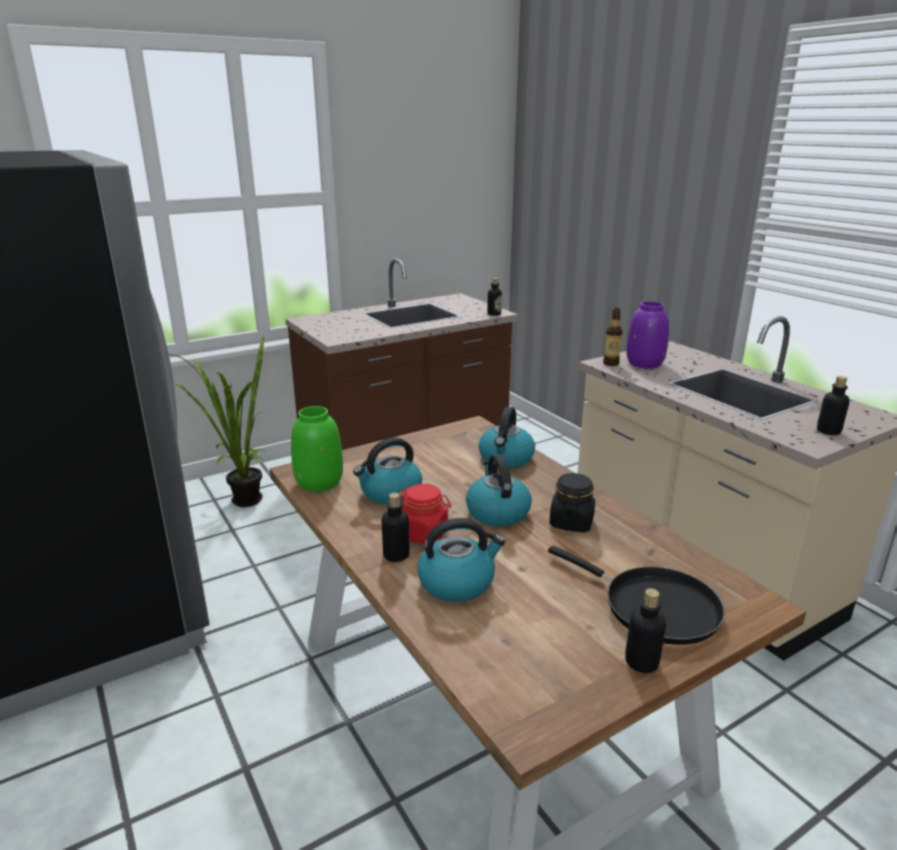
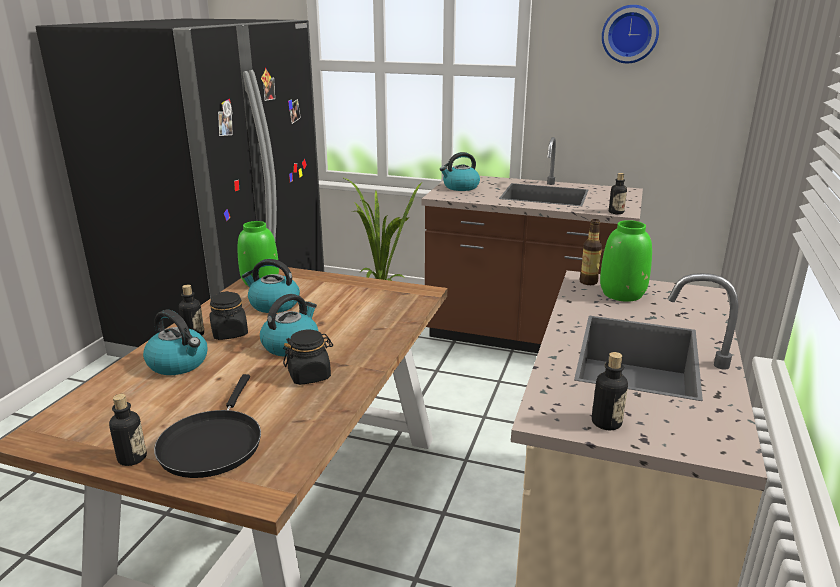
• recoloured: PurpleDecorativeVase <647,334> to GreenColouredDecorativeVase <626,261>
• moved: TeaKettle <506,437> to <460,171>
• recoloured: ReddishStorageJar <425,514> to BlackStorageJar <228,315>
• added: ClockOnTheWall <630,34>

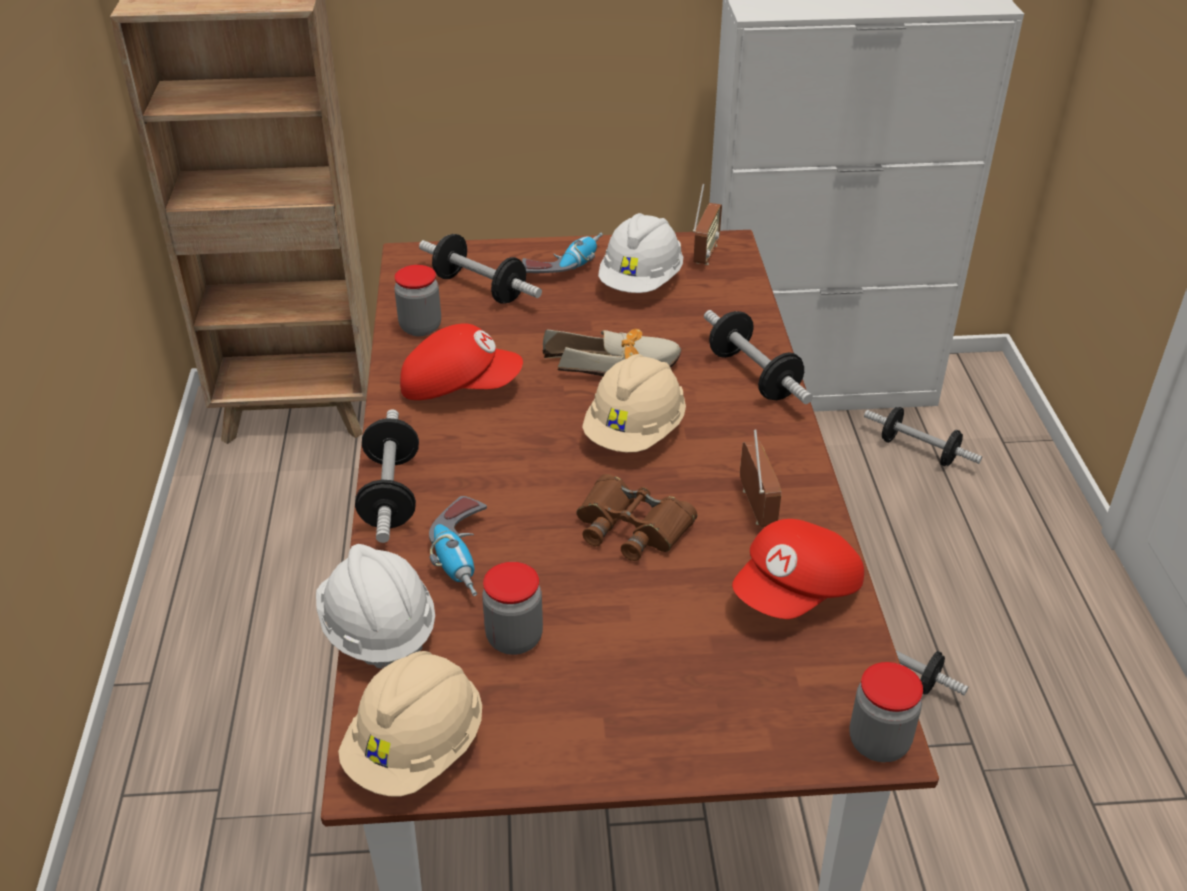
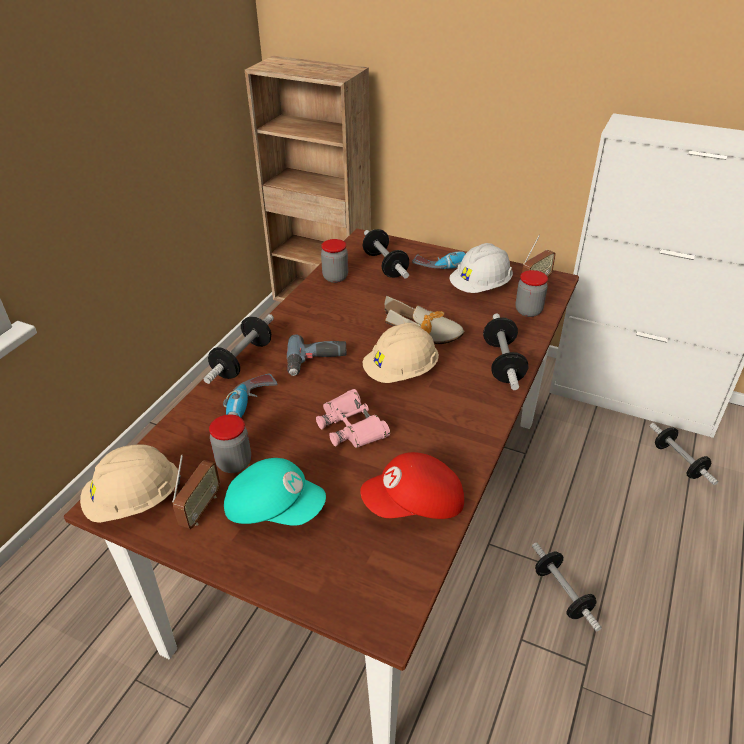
• removed: ReddishBaseballCap <461,361>
• moved: RadioSet <760,478> to <196,492>
• recoloured: BrownColouredPairOfBinoculars <636,517> to PinkishPairOfBinoculars <353,418>
• removed: WhitishSafetyHelmet <375,606>
• moved: StorageJar <886,712> to <532,293>
• added: PowerDrill <316,355>
• added: TurquoiseBaseballCap <275,492>

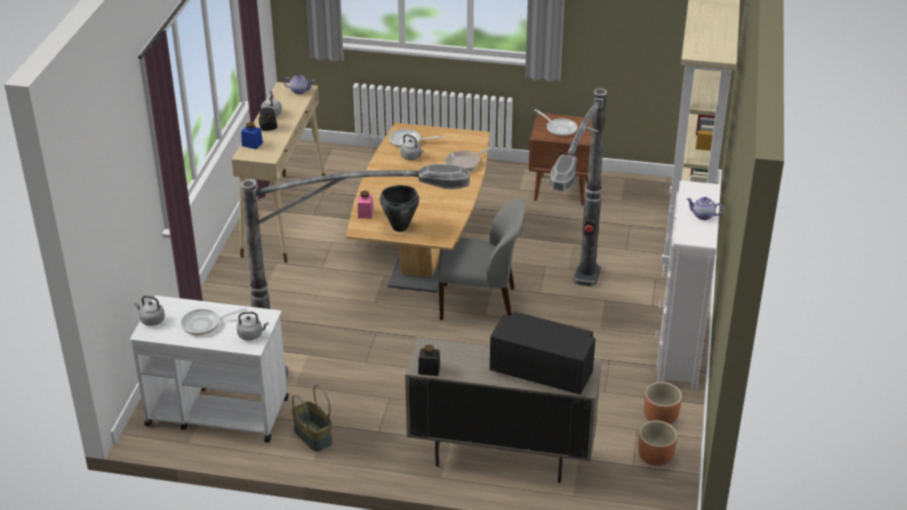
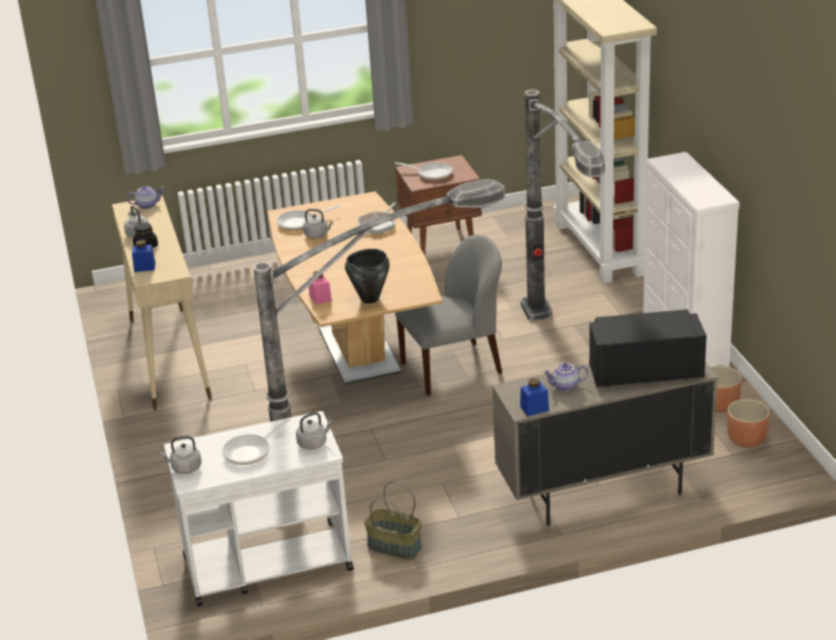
• moved: Teapot <705,208> to <565,377>
• recoloured: BlackStorageJar <429,360> to BlueColouredStorageJar <534,397>

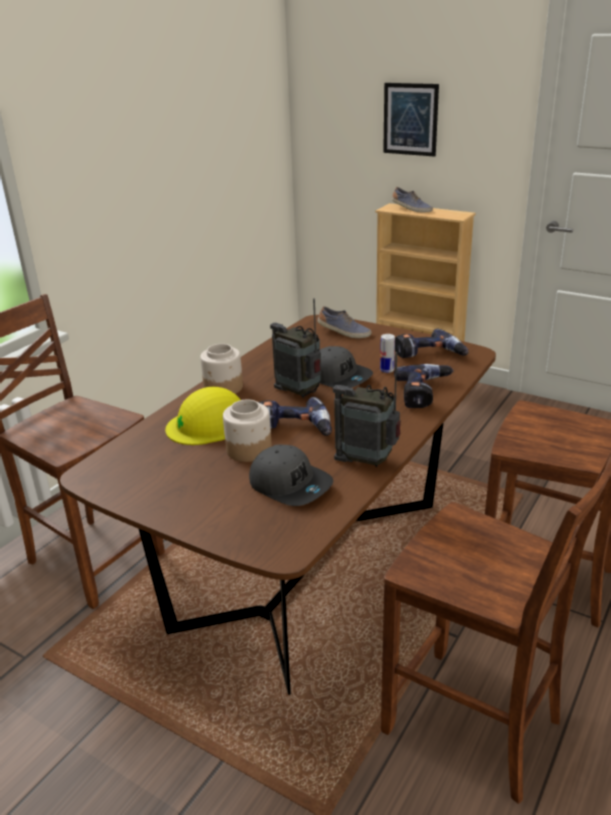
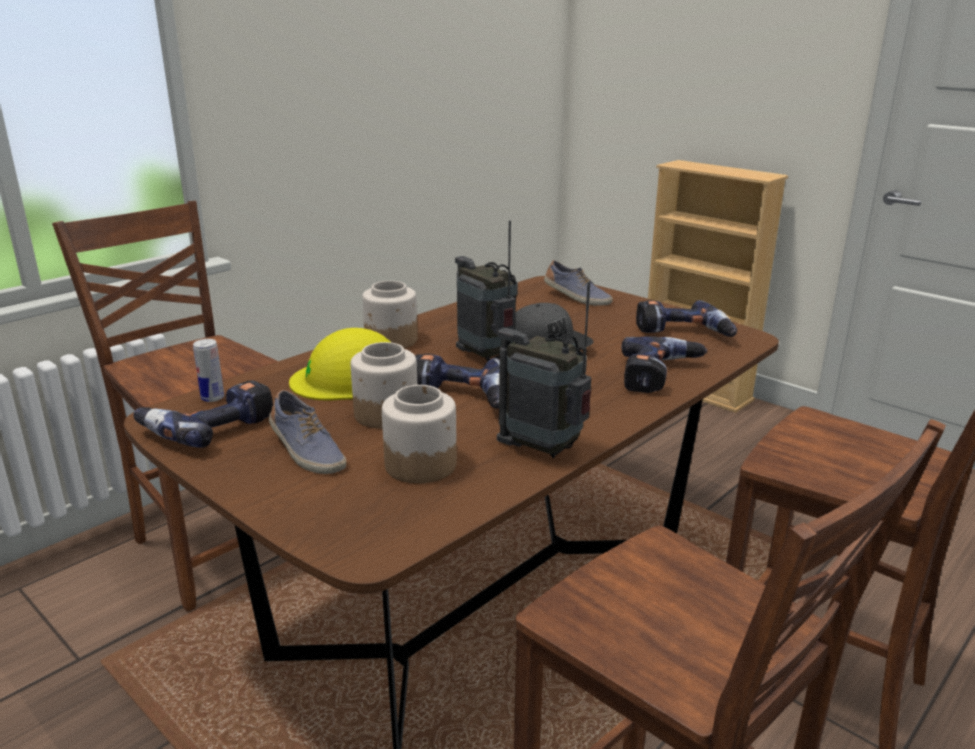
• removed: WallArt <411,120>
• moved: Shoe <412,200> to <307,432>
• moved: Can <387,353> to <208,370>
• replaced: GrayBaseballCap <291,475> to StorageJar <419,434>
• added: PowerDrill <203,414>

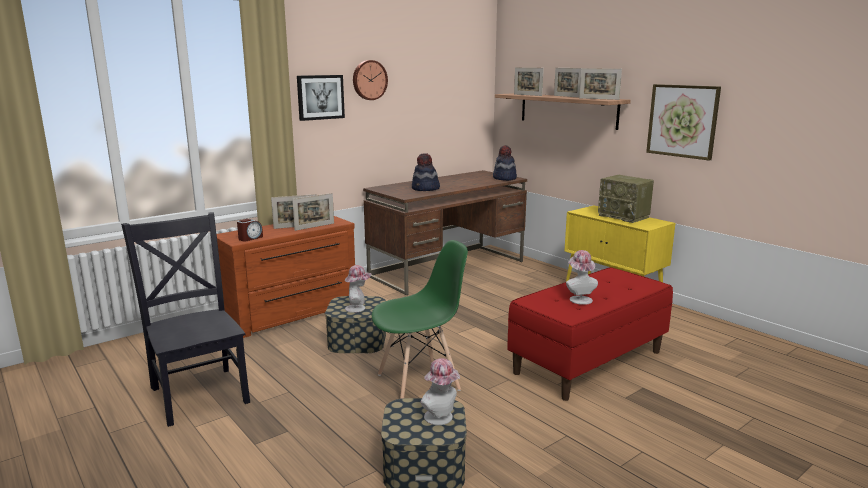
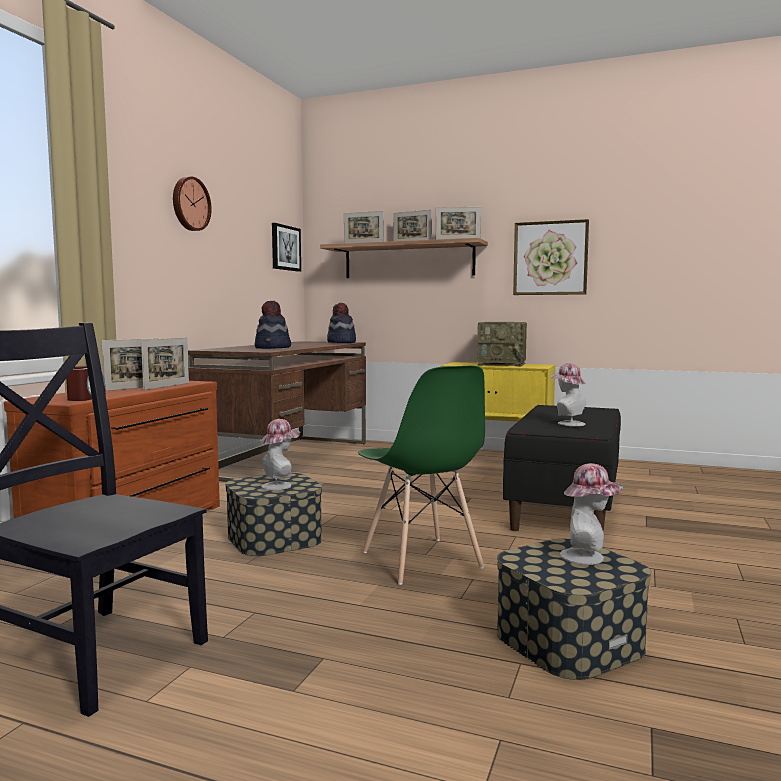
• moved: WallArt <321,98> to <286,247>
• turned: GreenColouredPlainChair <420,319> = <421,475> 120 degrees clockwise
• recoloured: ReddishLongSeat <590,334> to BlackLongSeat <562,468>

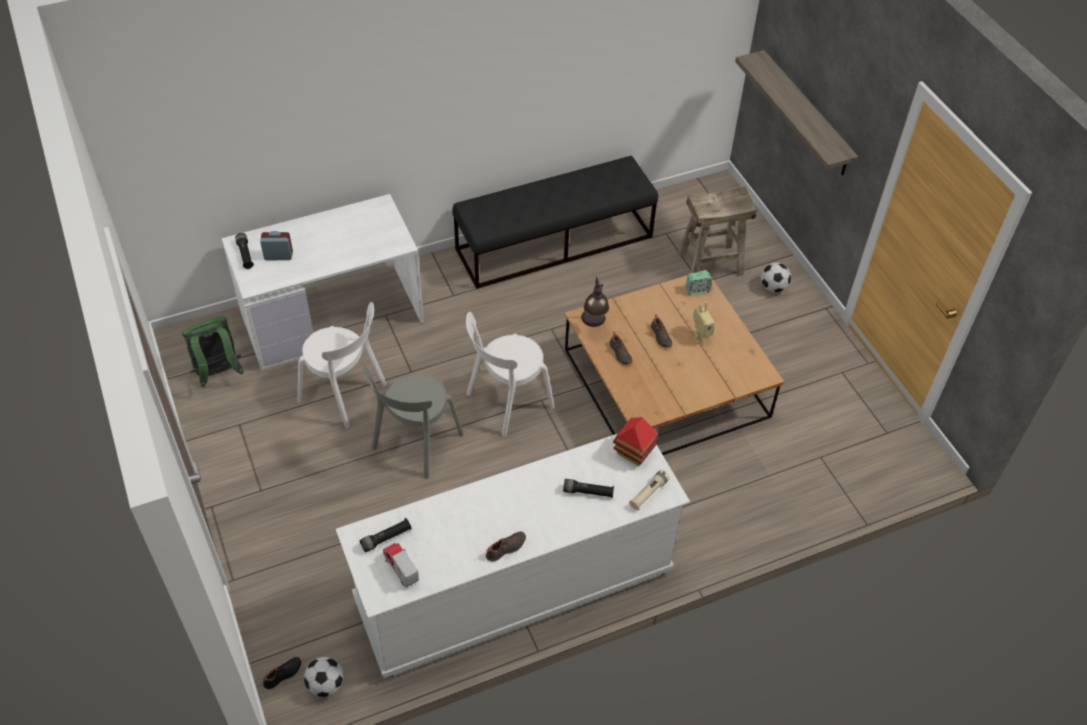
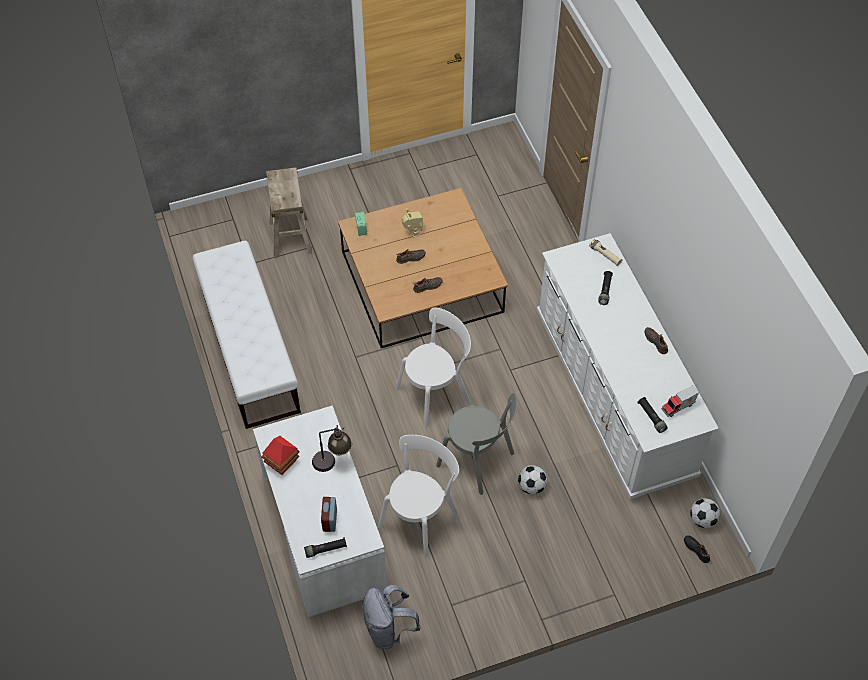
• removed: WallShelf <796,112>
• recoloured: BlackLongSeat <555,222> to WhitishLongSeat <246,334>
• moved: BallForFootball <776,277> to <532,480>
• moved: TableLamp <595,302> to <332,448>
• turned: WhitishPlainChair <510,374> = <433,367> 90 degrees counterclockwise
• recoloured: GreenColouredKnapsack <213,351> to GrayKnapsack <392,617>
• moved: ToyHouse <636,441> to <280,455>

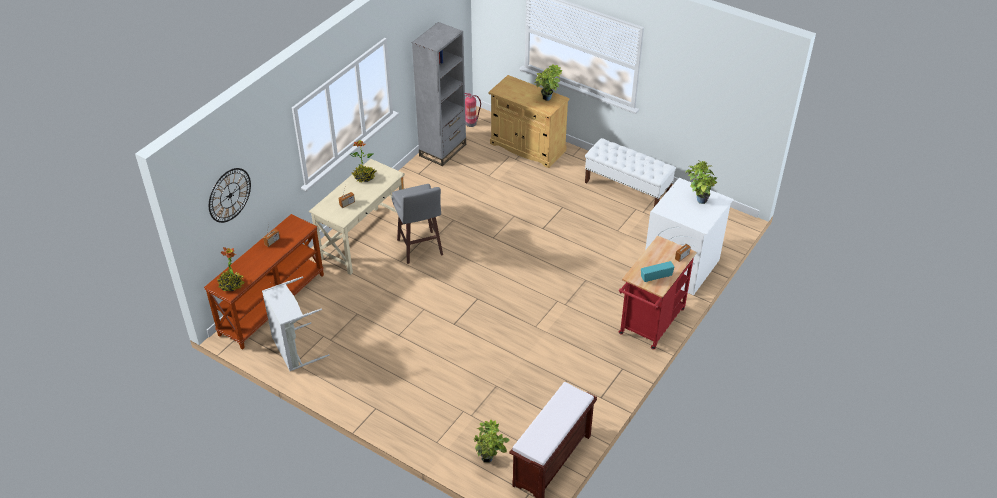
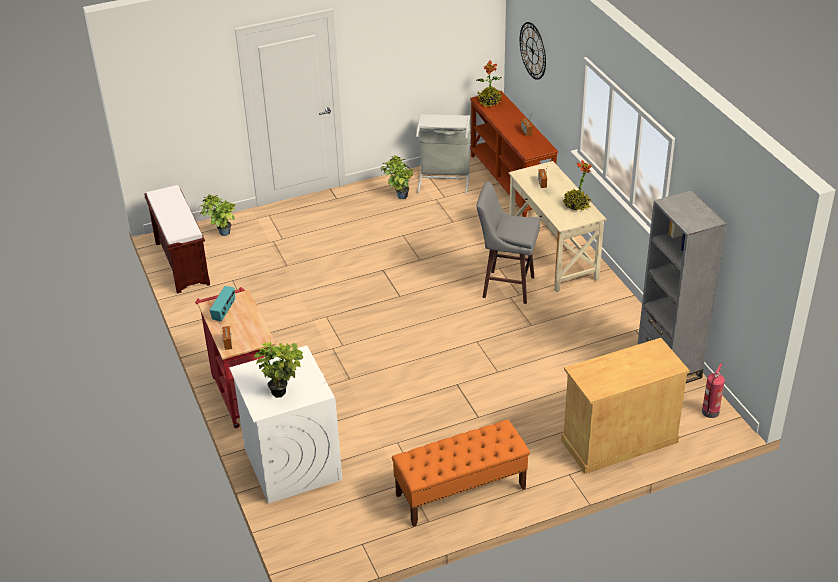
• moved: PlantInAPot <548,82> to <396,177>
• recoloured: WhitishLongSeat <630,172> to OrangeyLongSeat <461,473>

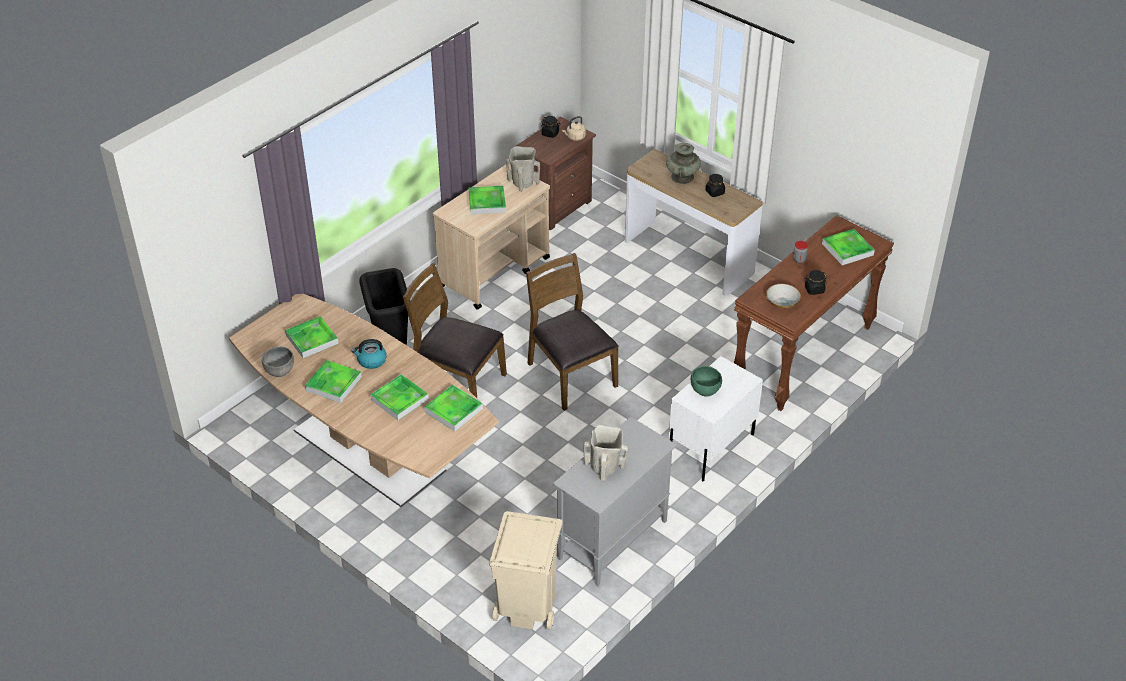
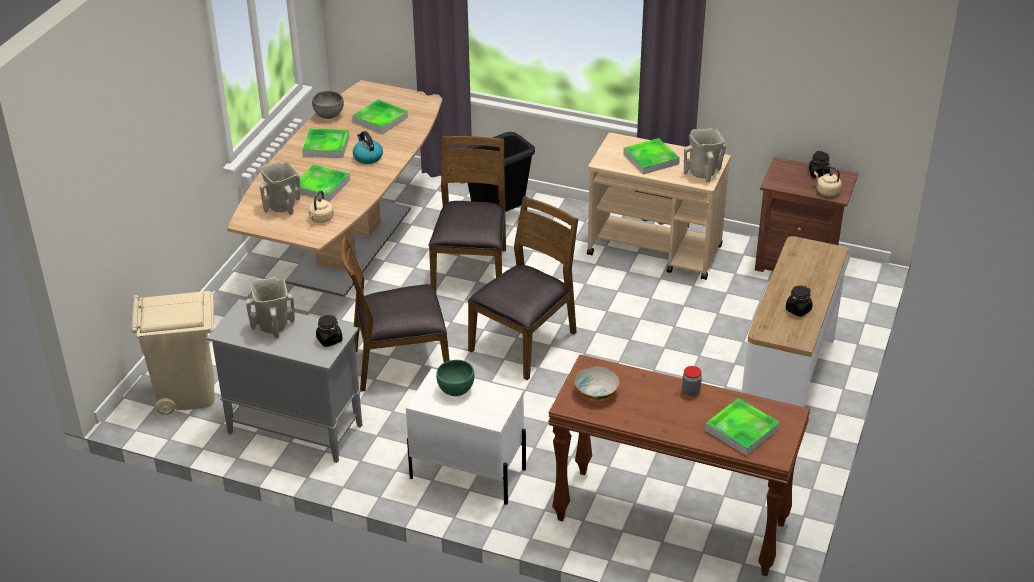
• removed: TurquoiseDecorativeVase <683,163>
• moved: BlackStorageJar <816,282> to <329,331>
• replaced: Tray <453,408> to BeigeTeaKettle <321,206>
• added: BeigeDecorativeVase <280,188>
• added: BrownColouredPlainChair <395,313>

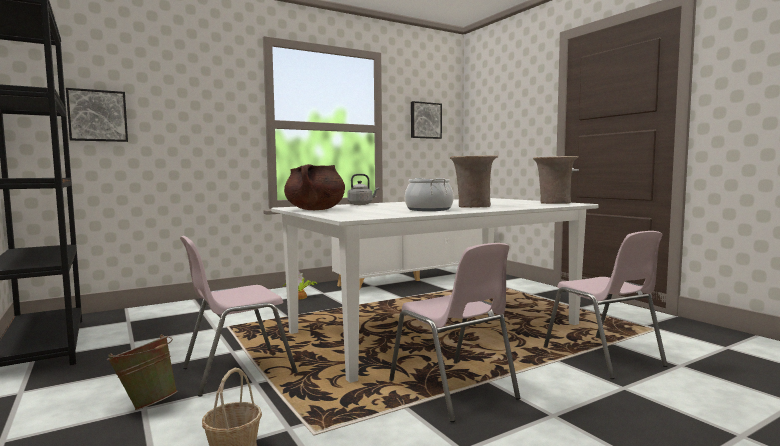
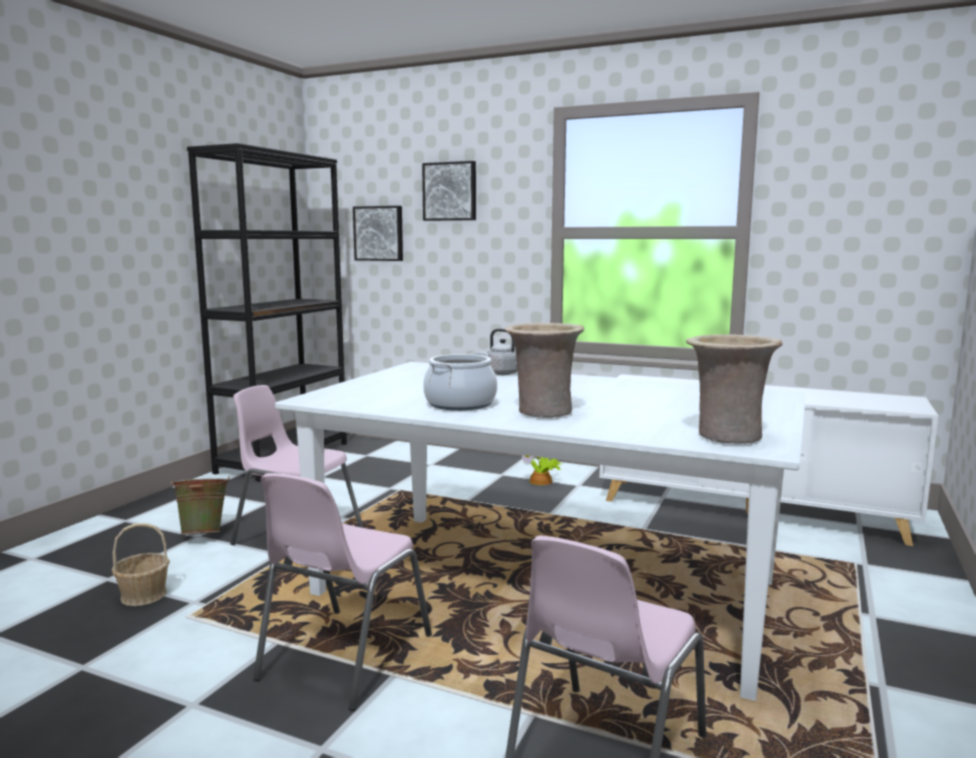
• moved: WallArt <426,120> to <449,191>
• removed: BrownColouredCookingPot <314,187>

